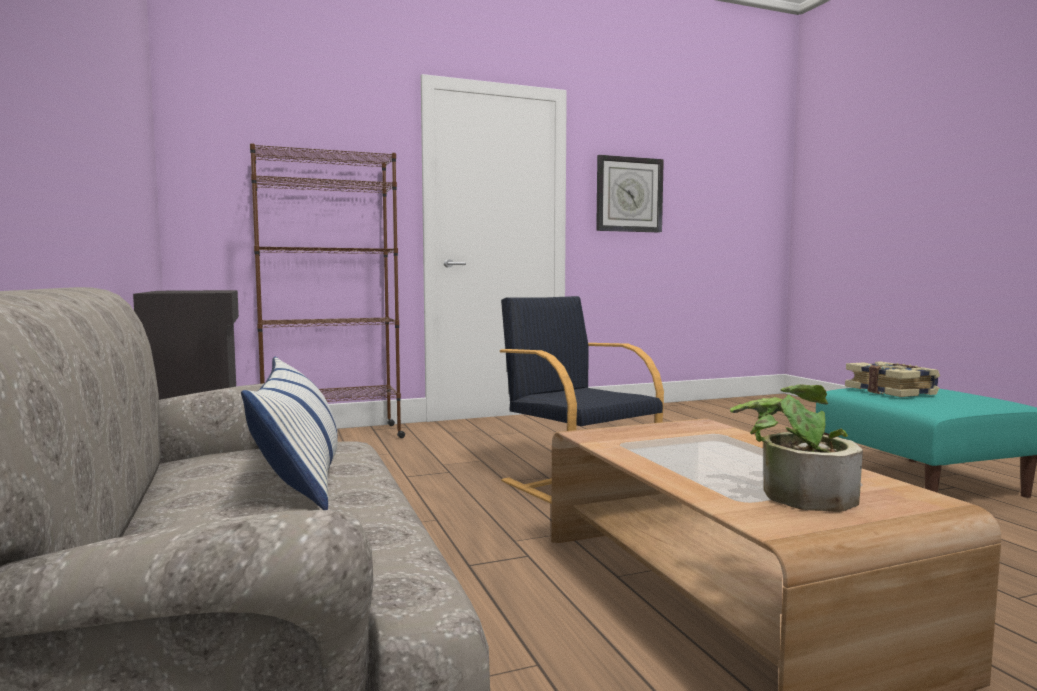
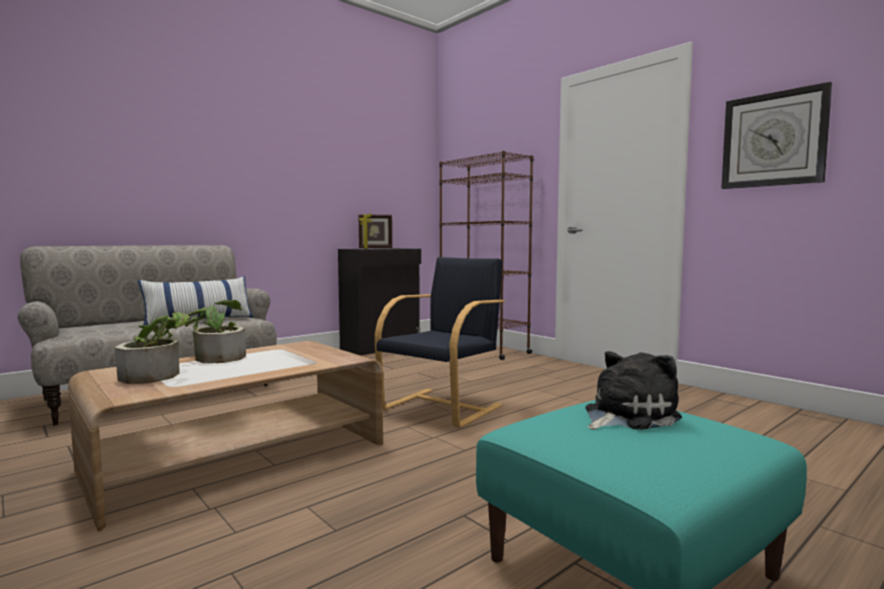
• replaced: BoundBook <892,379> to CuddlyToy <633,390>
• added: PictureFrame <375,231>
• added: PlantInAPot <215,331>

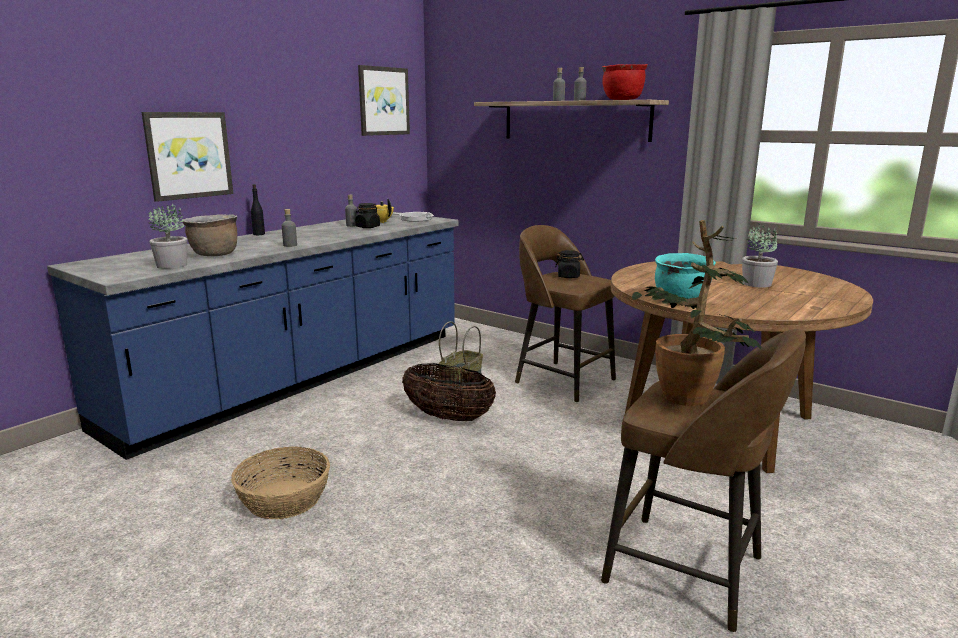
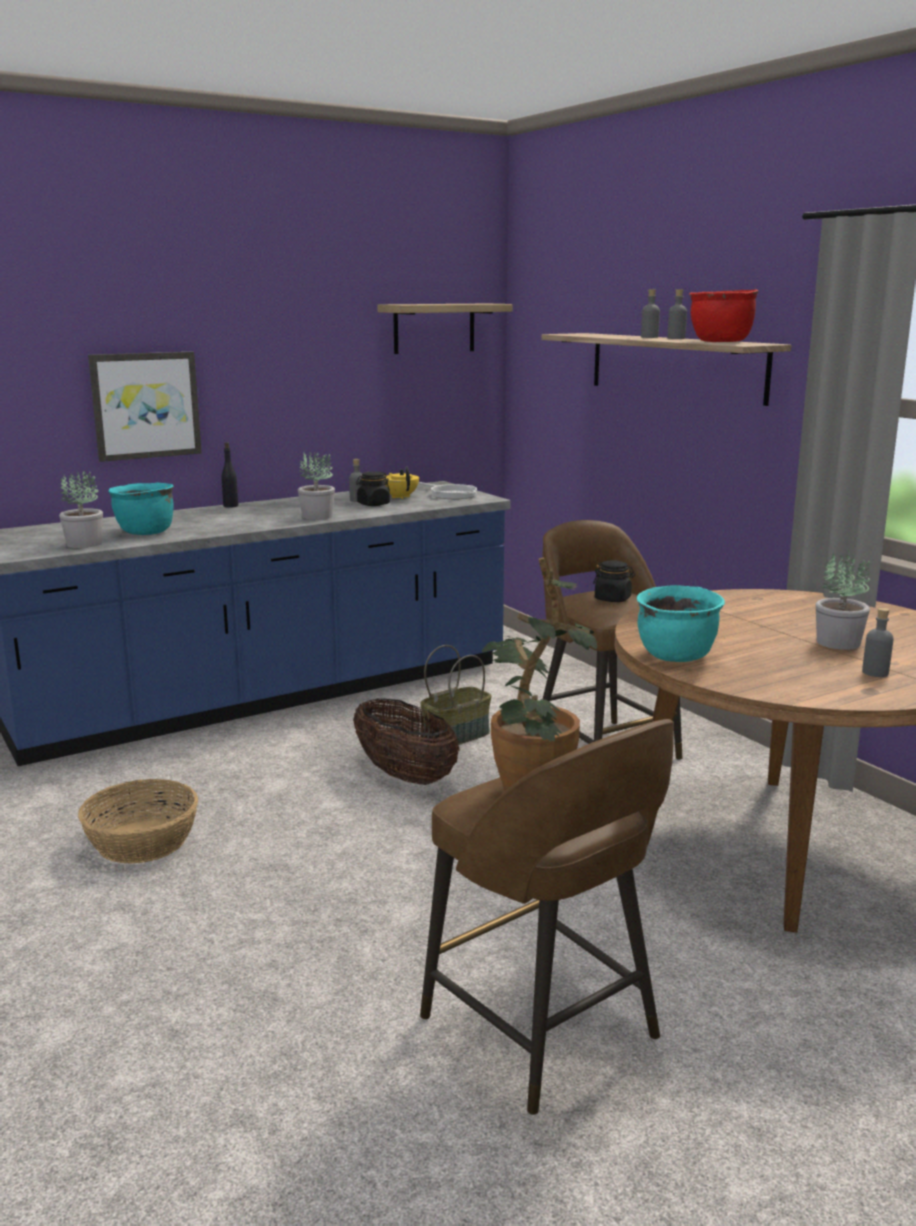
• replaced: WallArt <384,100> to WallShelf <444,329>
• moved: GrayBottle <289,228> to <878,642>
• recoloured: BrownColouredCookingPot <210,235> to TurquoiseCookingPot <141,509>
• added: PlantInAPot <316,485>

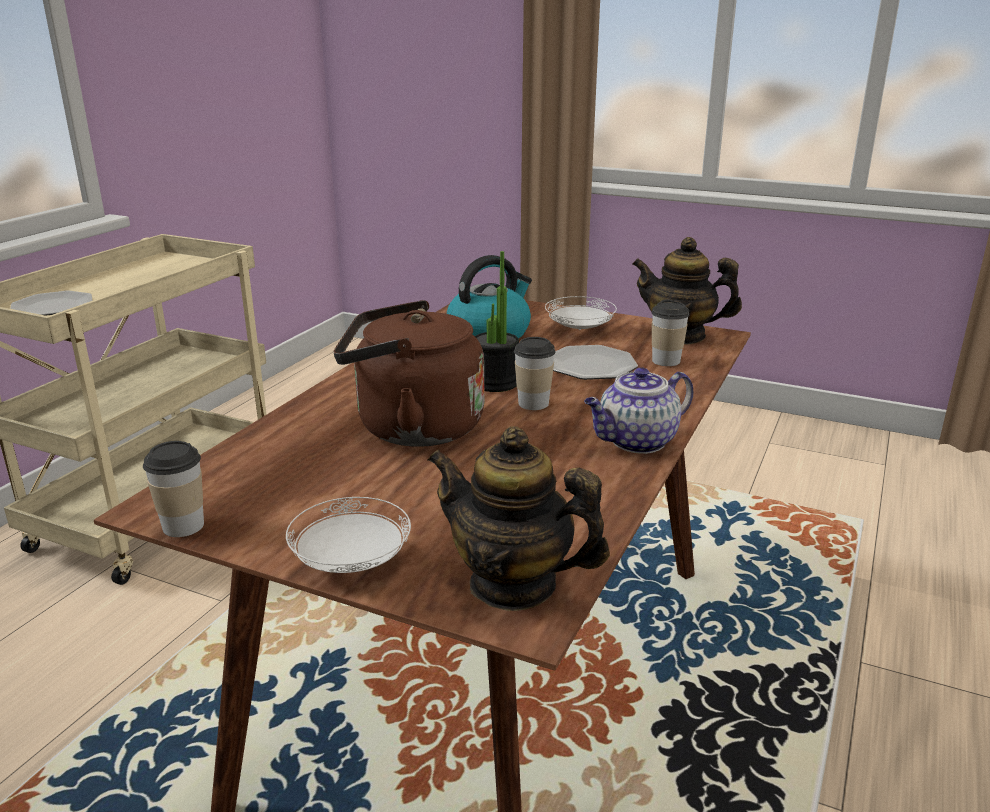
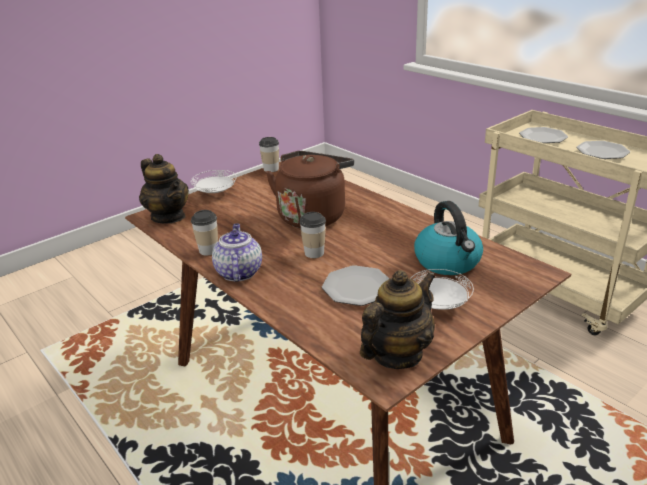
• removed: PlantInAPot <497,321>
• moved: SmallCup <670,332> to <204,232>
• turned: Teapot <519,518> = <164,189> 90 degrees clockwise
• added: DinnerPlate <603,150>

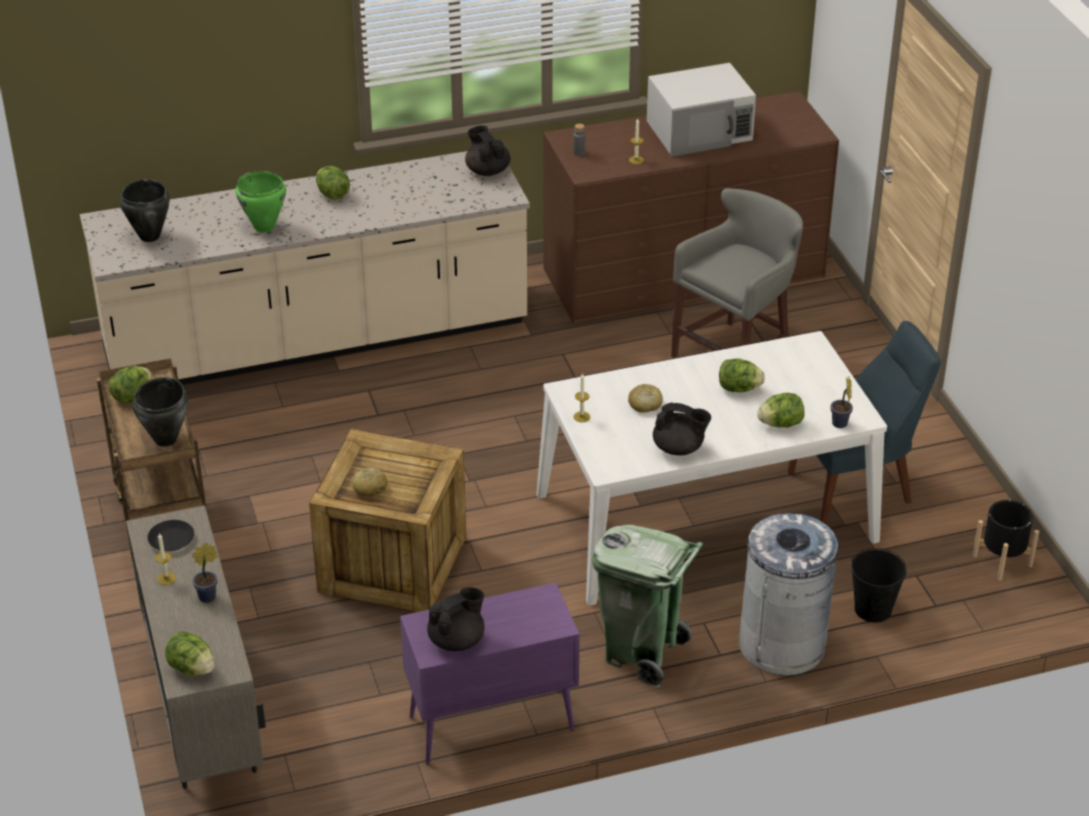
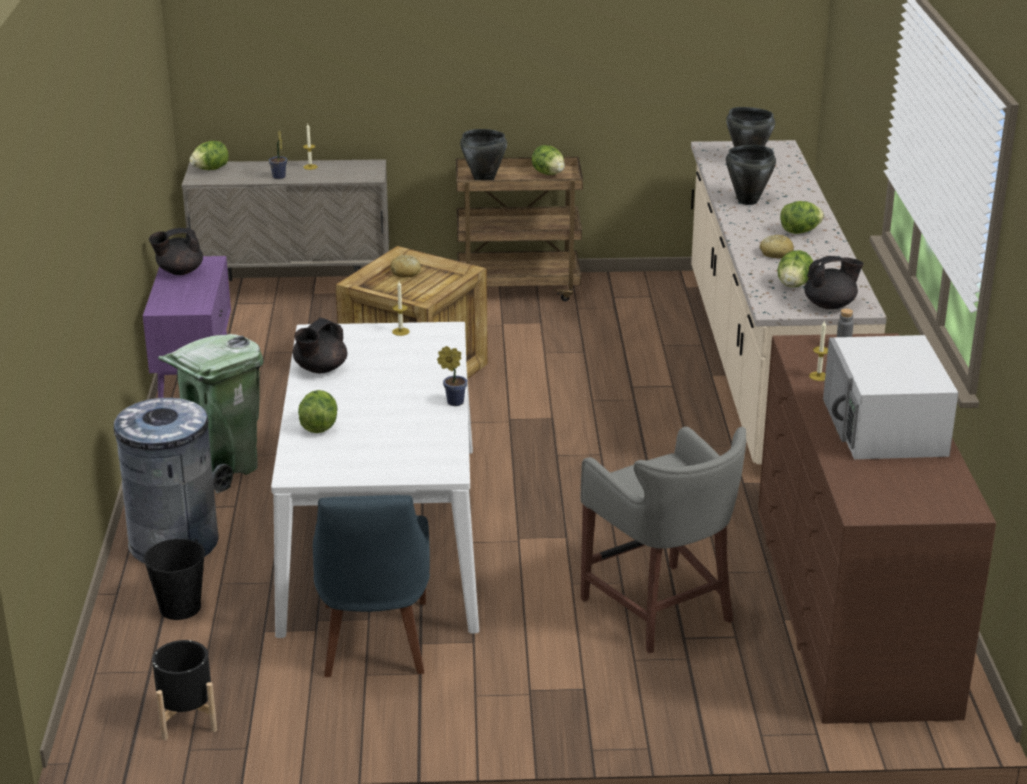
• recoloured: GreenColouredCookingPot <261,202> to BlackCookingPot <751,175>
• moved: HeadOfLettuce <742,375> to <795,268>
• moved: PlantInAPot <842,402> to <452,376>
• moved: Bread <645,398> to <777,247>
• removed: BlackDinnerPlate <170,535>
• turned: BlackTeapot <456,619> = <176,251> 90 degrees clockwise

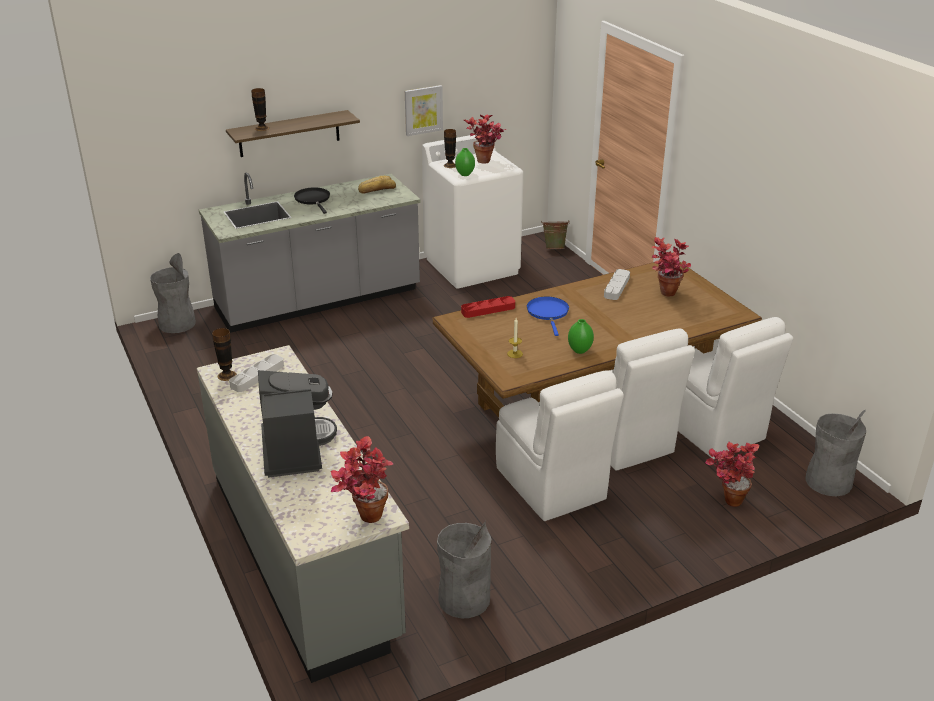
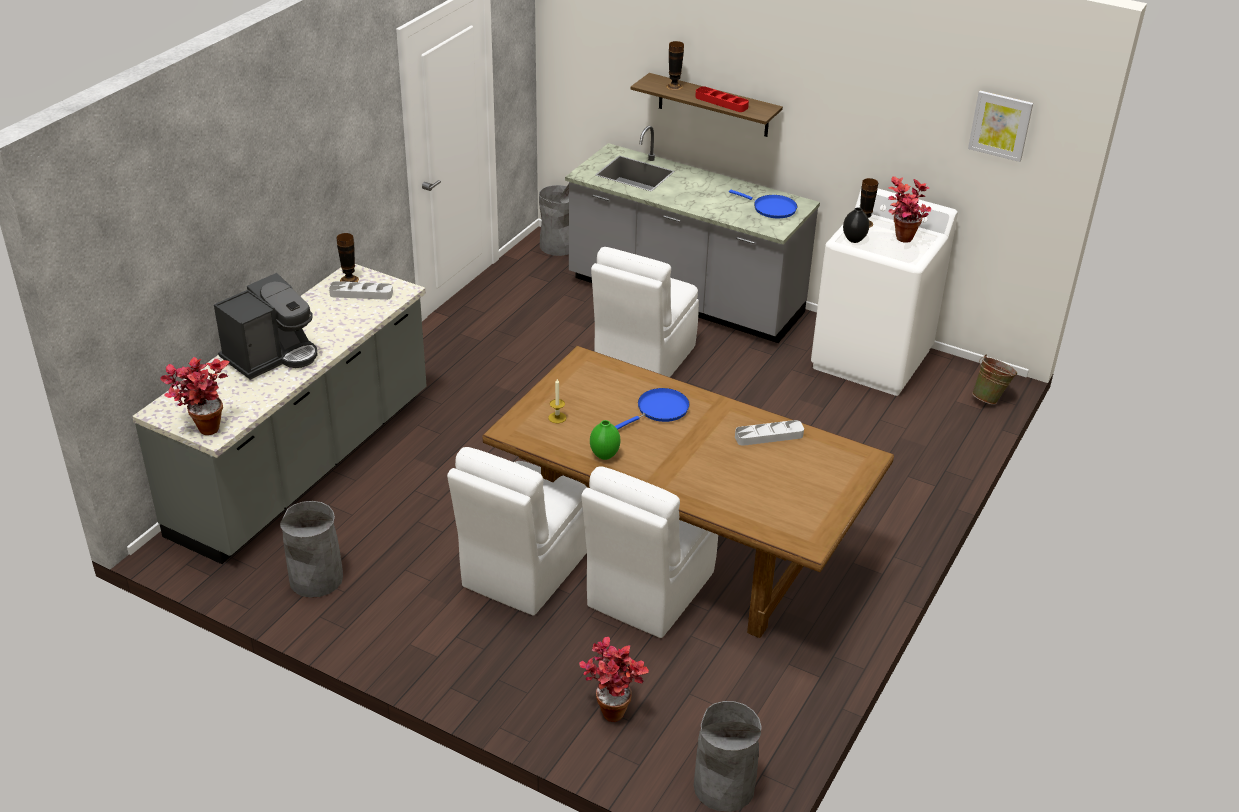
• moved: WallArt <424,110> to <1000,126>
• recoloured: GreenColouredDecorativeVase <465,162> to BlackDecorativeVase <856,225>
• replaced: Bread <377,184> to BlueColouredSkillet <763,204>
• removed: BlackSkillet <312,200>
• removed: PlantInAPot <671,267>
• moved: ReddishTray <488,307> to <722,99>
• moved: WhitishPlainChair <735,388> to <645,312>

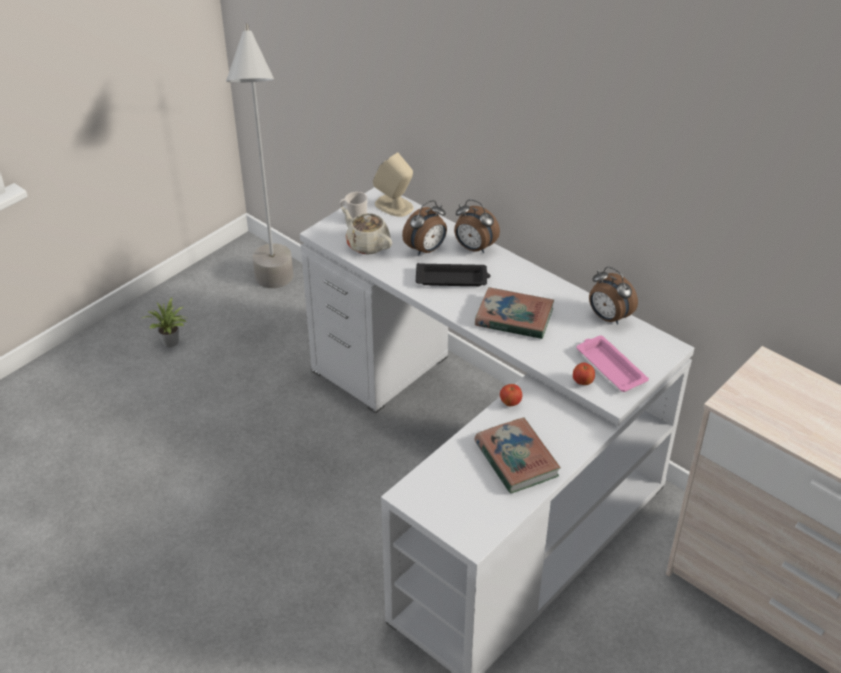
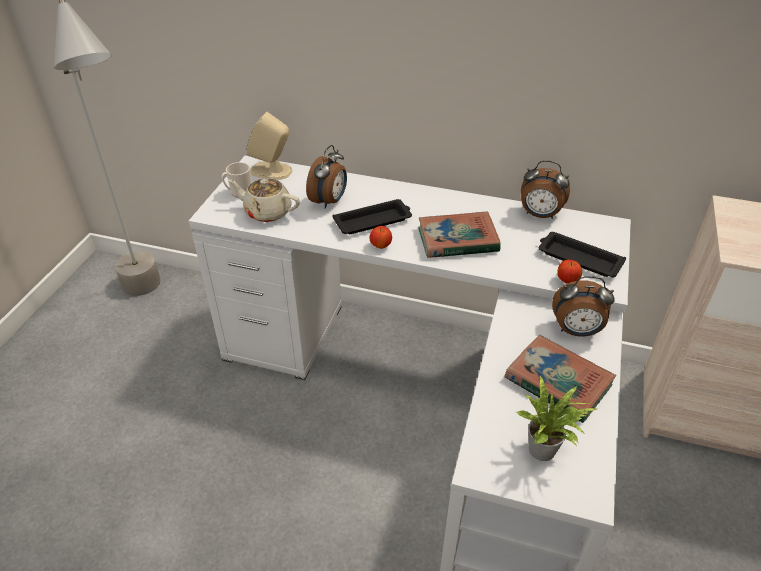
• moved: TableClock <477,226> to <583,306>
• moved: PlantInAPot <164,322> to <557,418>
• recoloured: PinkishTray <613,364> to BlackTray <582,254>
• moved: WholeApple <511,395> to <381,237>

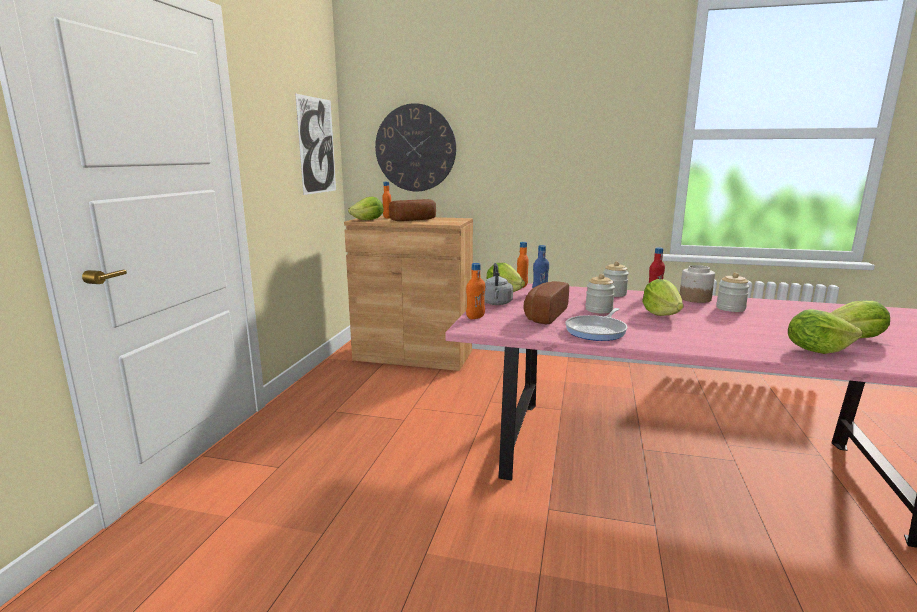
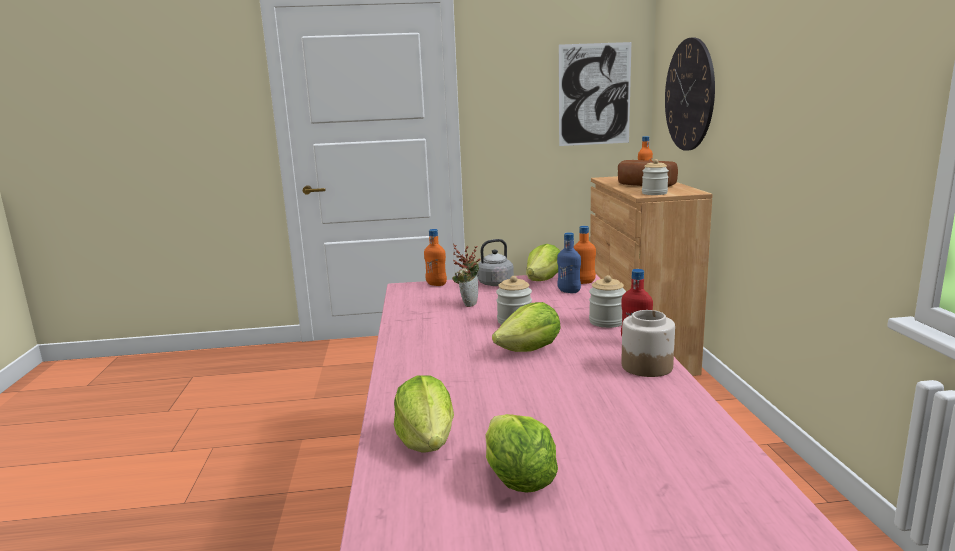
• removed: HeadOfLettuce <366,208>
• moved: StorageJar <733,292> to <655,177>
• replaced: Bread <546,302> to PlantInAPot <466,275>
• removed: Skillet <596,324>

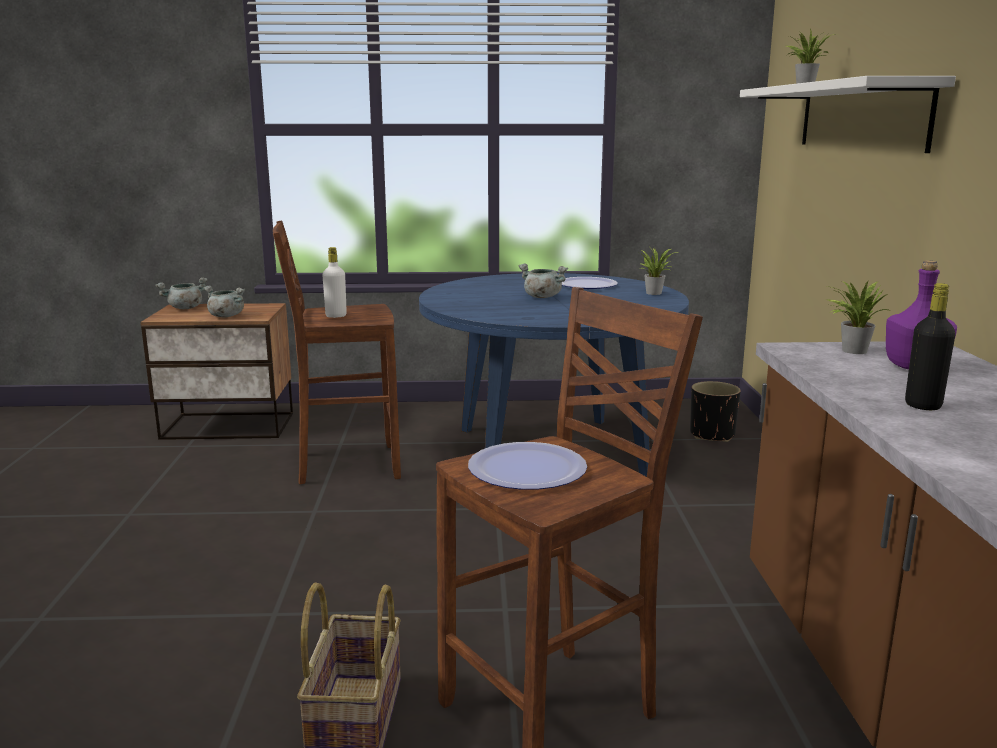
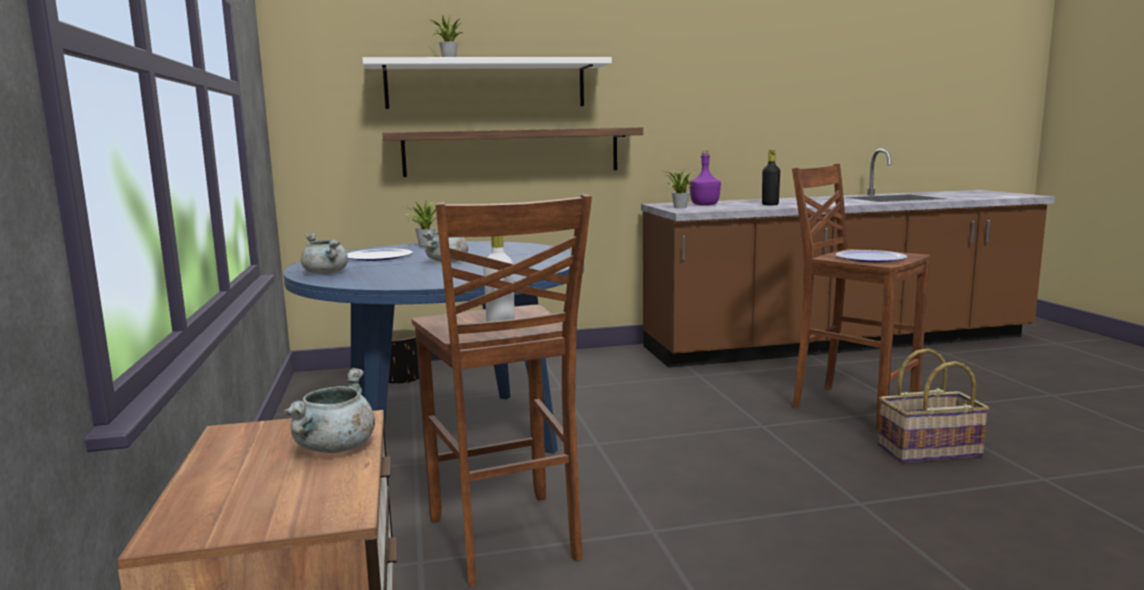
• moved: GrayCookingPot <181,293> to <324,253>
• added: WallShelf <512,152>

